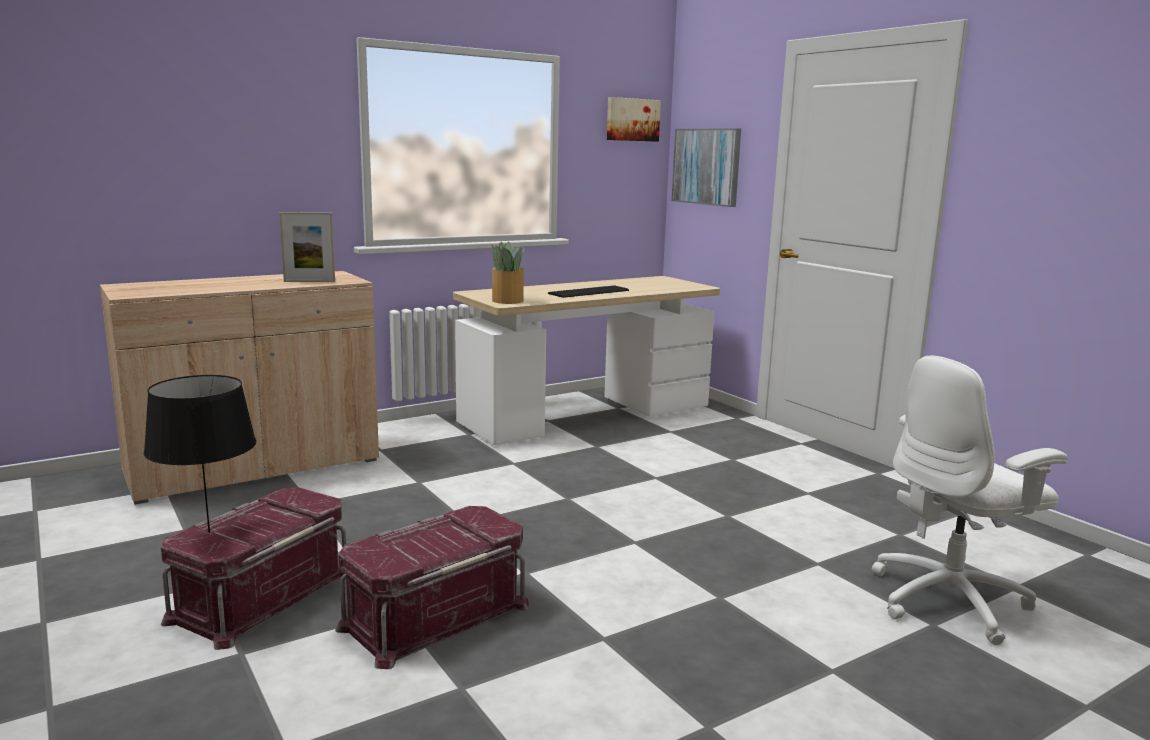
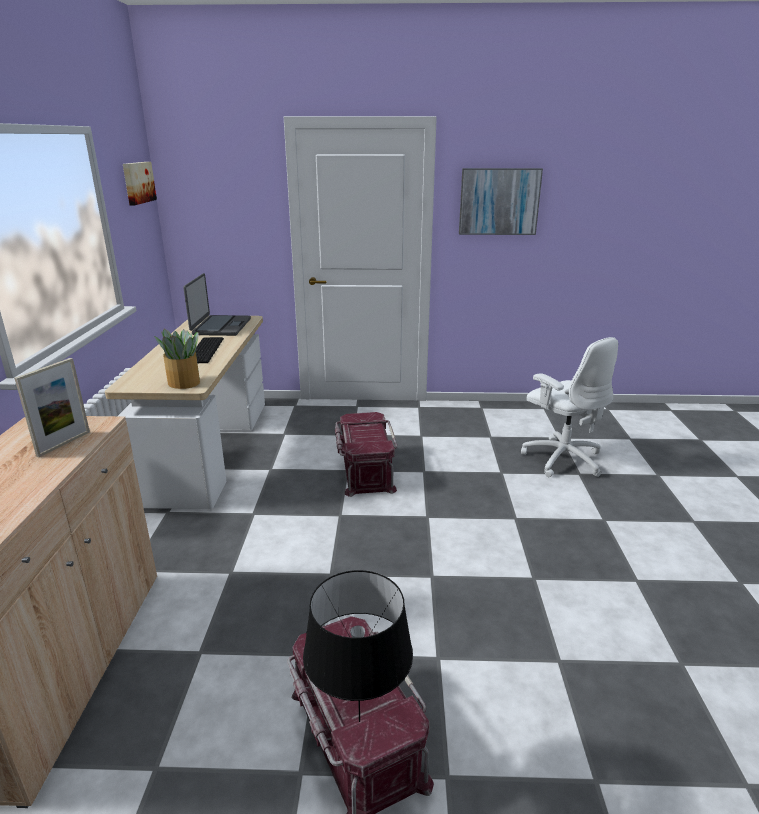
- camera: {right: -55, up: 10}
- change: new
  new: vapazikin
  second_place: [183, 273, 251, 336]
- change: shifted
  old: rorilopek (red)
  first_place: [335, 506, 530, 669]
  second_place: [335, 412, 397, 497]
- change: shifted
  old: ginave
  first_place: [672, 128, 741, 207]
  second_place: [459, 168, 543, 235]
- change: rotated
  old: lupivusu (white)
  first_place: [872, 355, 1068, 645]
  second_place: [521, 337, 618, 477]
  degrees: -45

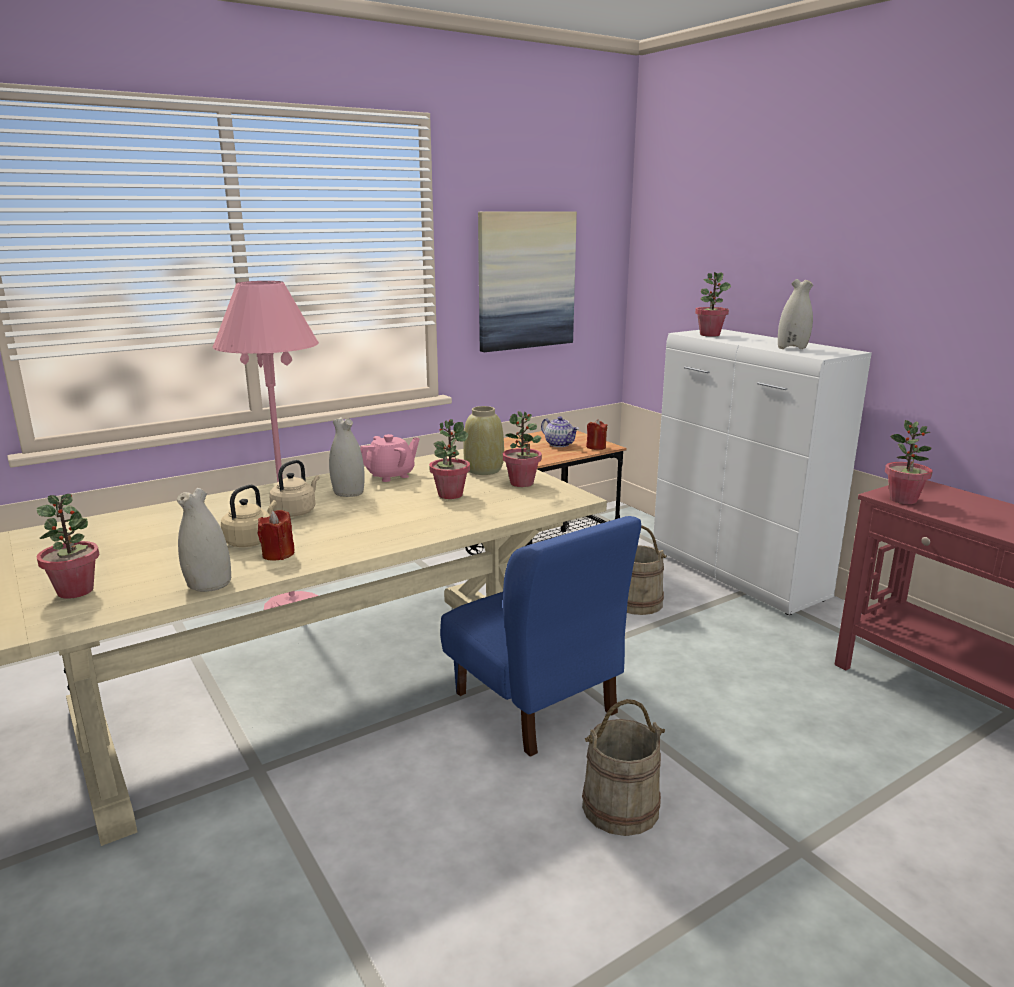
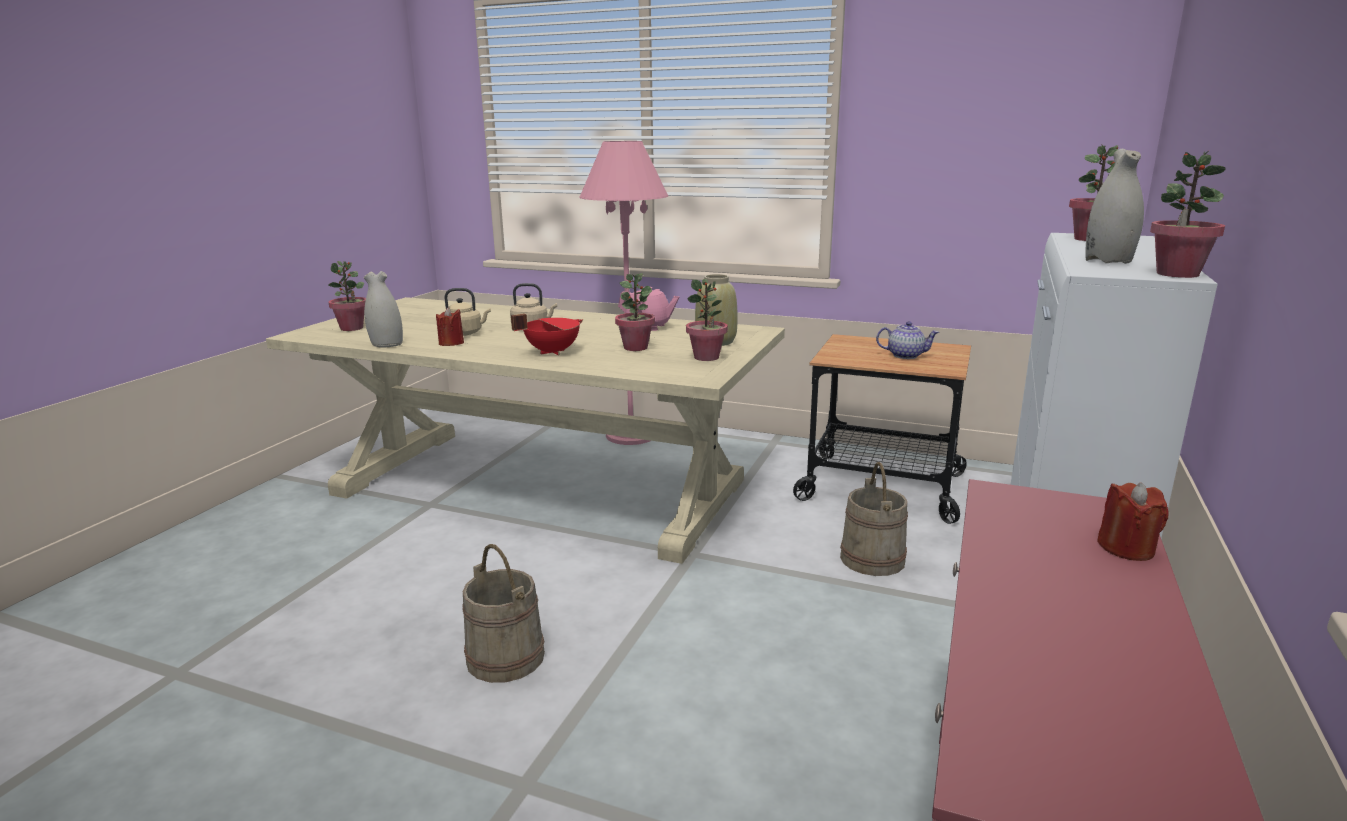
- camera: {right: 55, up: 0}
- change: new
  new: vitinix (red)
  second_place: [511, 314, 583, 355]
- change: rotated
  old: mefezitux
  first_place: [541, 416, 579, 447]
  second_place: [876, 321, 939, 359]
  degrees: -90
- change: shifted
  old: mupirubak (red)
  first_place: [586, 419, 607, 450]
  second_place: [1097, 483, 1169, 561]
- change: shifted
  old: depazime
  first_place: [885, 420, 933, 504]
  second_place: [1150, 151, 1225, 278]
- change: gone
  old: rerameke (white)
  first_place: [329, 417, 365, 497]
- change: gone
  old: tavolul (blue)
  first_place: [440, 516, 641, 757]
- change: gone
  old: ginave
  first_place: [478, 211, 577, 352]

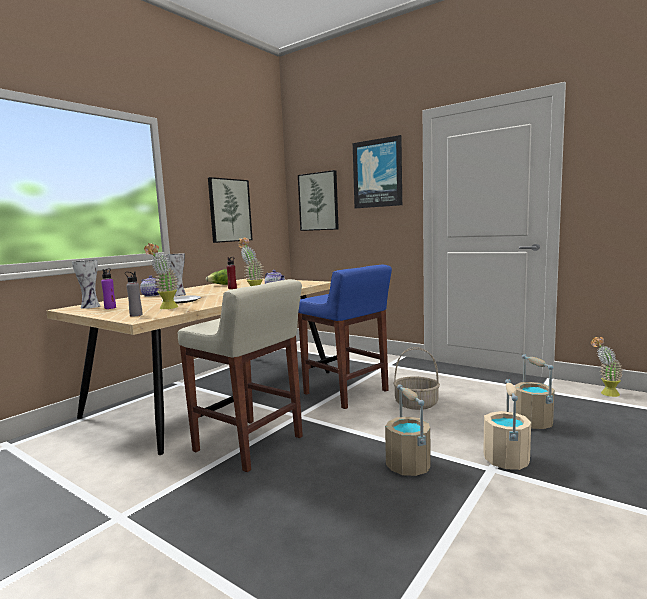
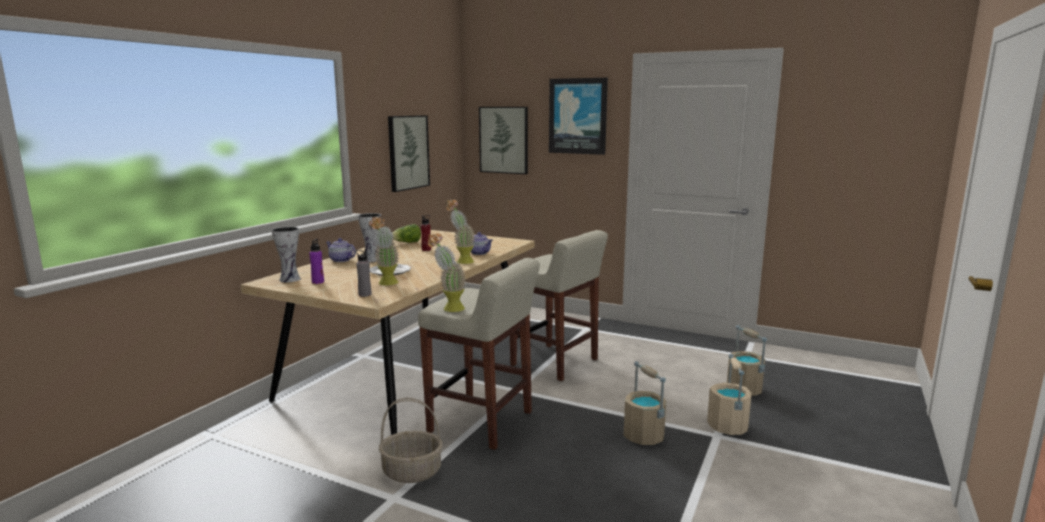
- camera: {right: -10, up: 5}
- change: shifted
  old: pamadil
  first_place: [393, 347, 440, 410]
  second_place: [379, 398, 442, 483]
- change: shifted
  old: depazime
  first_place: [591, 337, 623, 397]
  second_place: [428, 233, 465, 312]
- change: repainted
  old: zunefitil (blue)
  new: zunefitil (beige)
  first_place: [298, 265, 392, 409]
  second_place: [510, 230, 608, 381]

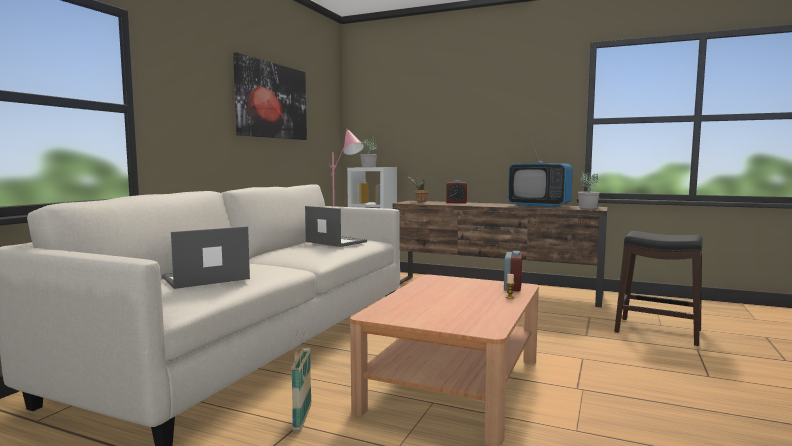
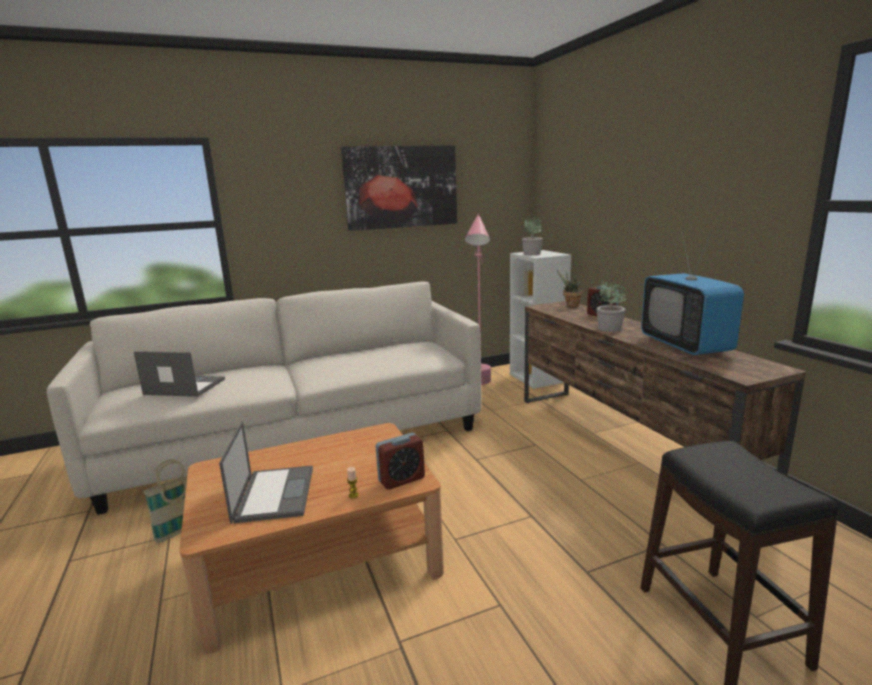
- camera: {right: 45, up: 10}
- change: shifted
  old: vapazikin
  first_place: [305, 206, 367, 247]
  second_place: [219, 422, 313, 524]
- change: shifted
  old: depazime
  first_place: [578, 172, 600, 209]
  second_place: [597, 280, 626, 332]

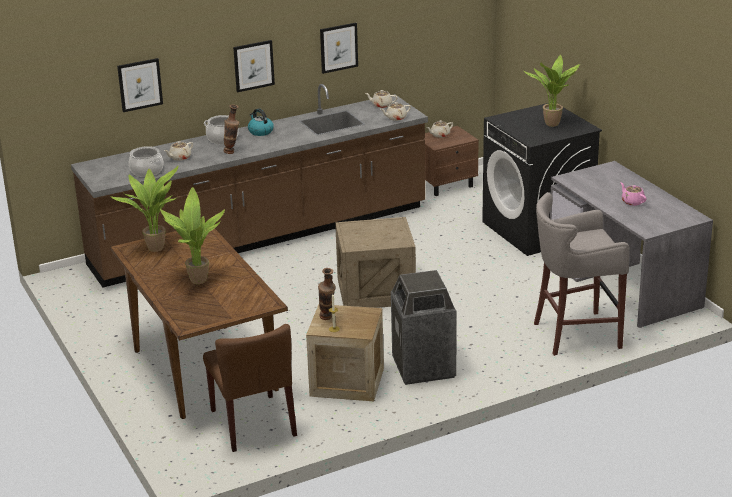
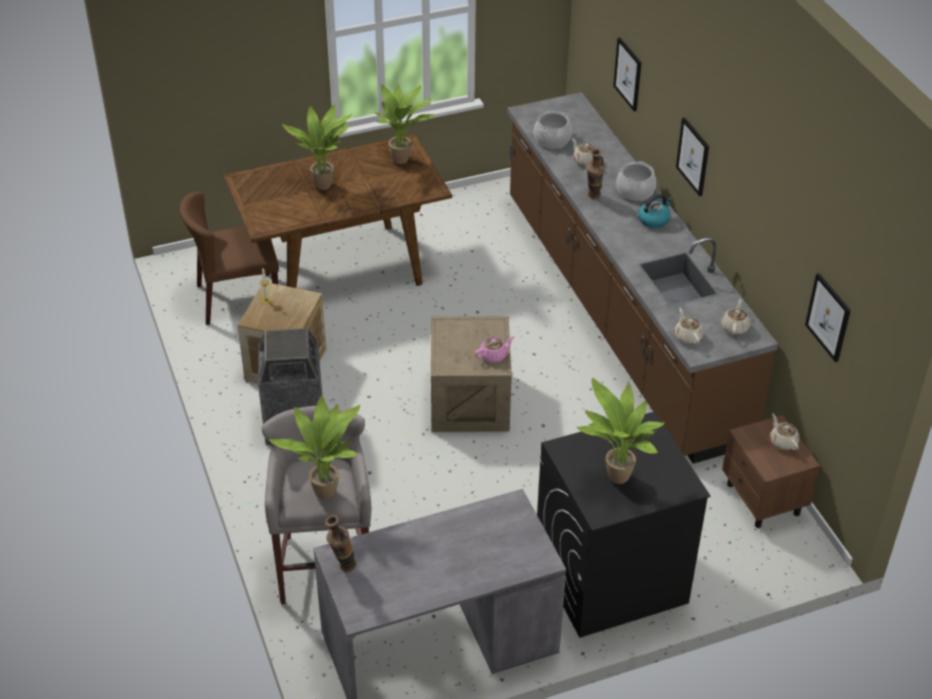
- camera: {right: 95, up: 15}
- change: new
  new: depazime
  second_place: [269, 396, 360, 500]
- change: shifted
  old: rerameke
  first_place: [318, 268, 336, 320]
  second_place: [325, 515, 356, 572]
- change: shifted
  old: mefezitux (pink)
  first_place: [620, 182, 647, 206]
  second_place: [475, 336, 515, 363]
- change: shifted
  old: ginave
  first_place: [320, 23, 358, 74]
  second_place: [805, 273, 851, 362]

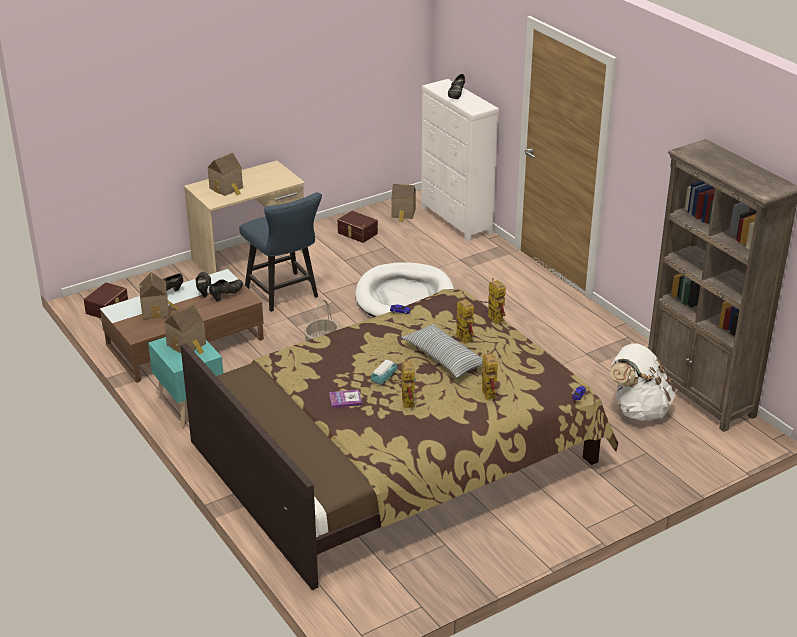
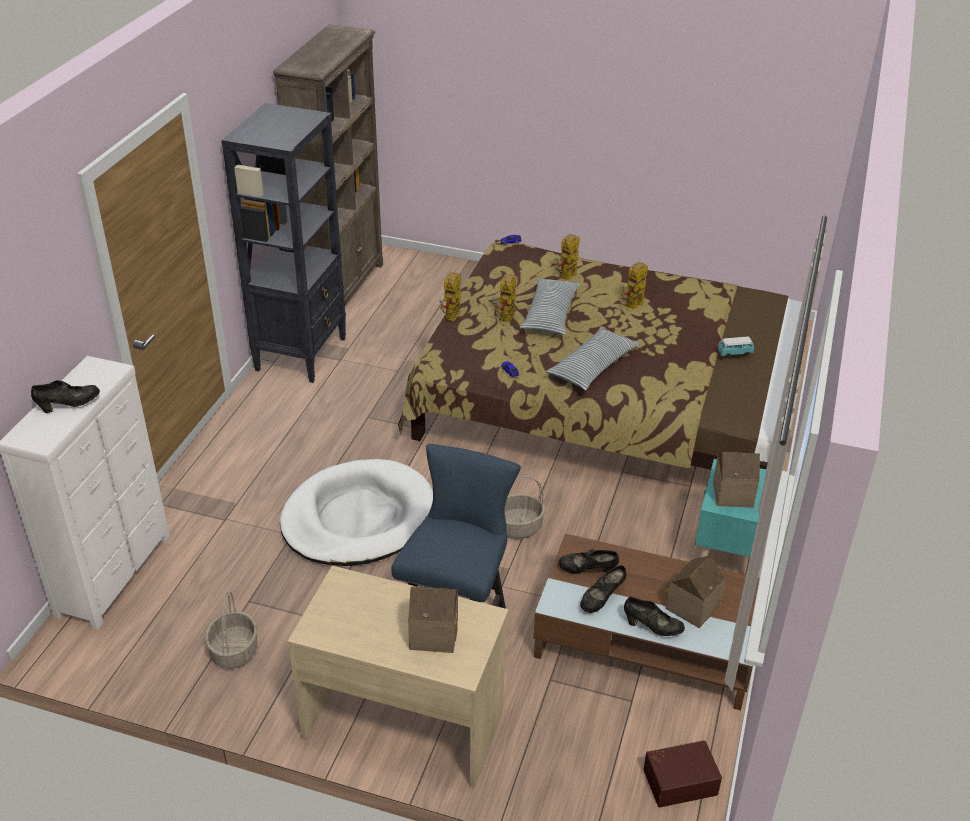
- camera: {right: -130, up: 5}
- change: swapped
  old: rorilopek (brown)
  new: pamadil
  first_place: [337, 211, 378, 243]
  second_place: [205, 592, 257, 669]
- change: new
  new: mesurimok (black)
  second_place: [221, 103, 346, 383]
- change: new
  new: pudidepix
  second_place: [546, 327, 640, 390]
- change: shifted
  old: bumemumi
  first_place: [371, 359, 398, 385]
  second_place: [717, 336, 754, 357]
- change: gone
  old: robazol
  first_place: [329, 390, 362, 408]
- change: gone
  old: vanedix
  first_place: [391, 184, 416, 222]
- change: gone
  old: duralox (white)
  first_place: [609, 342, 676, 421]

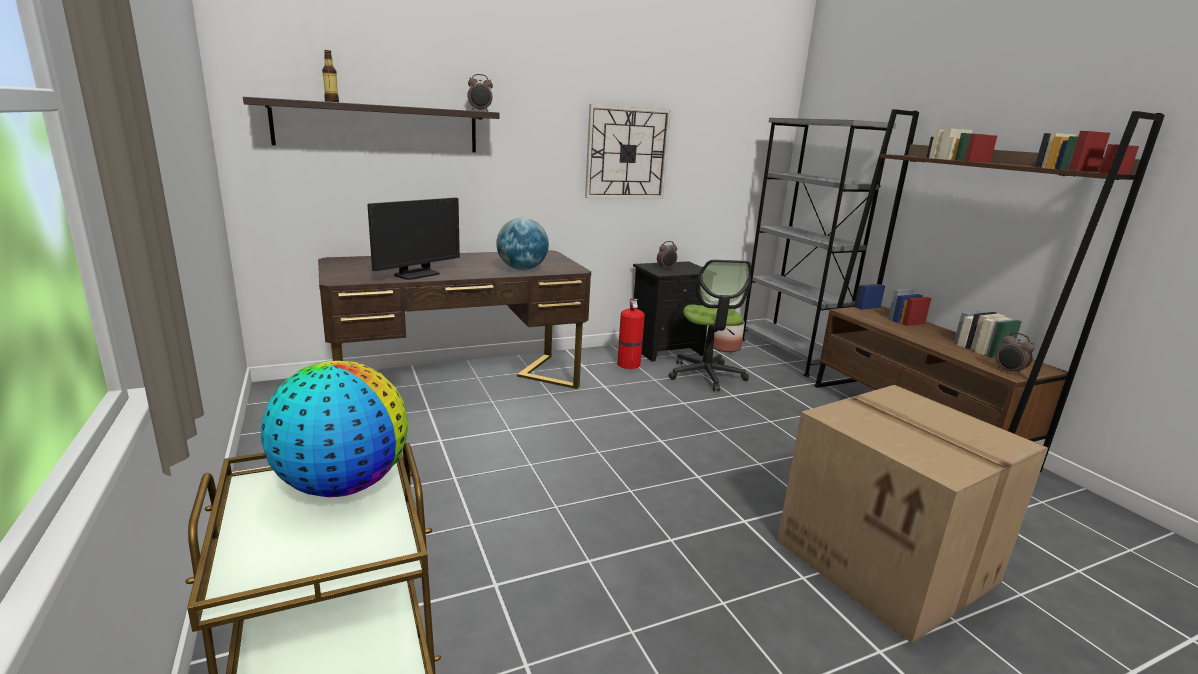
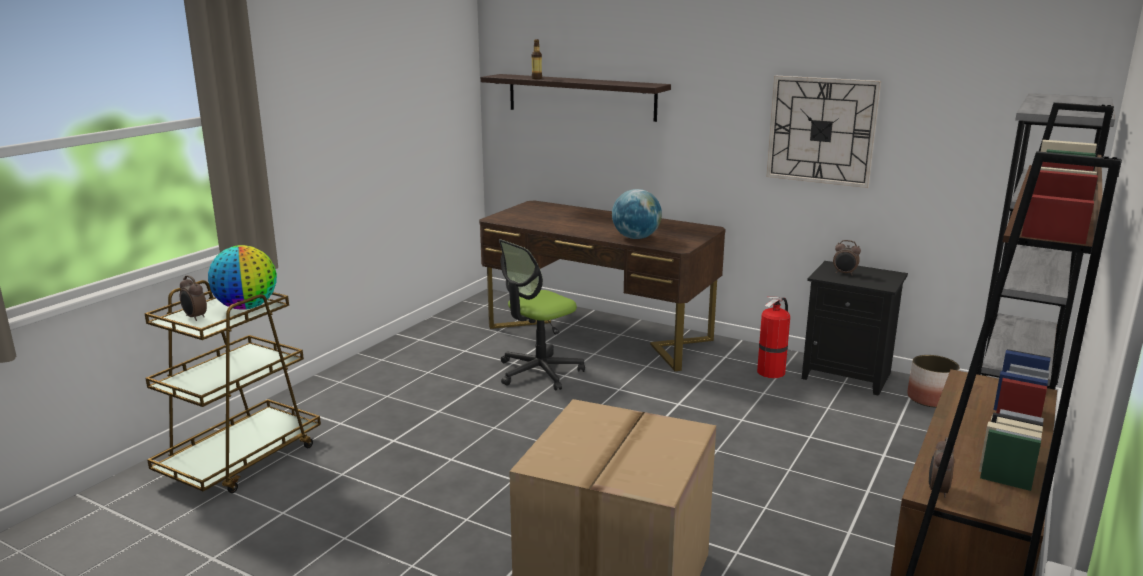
- camera: {right: 55, up: 0}
- change: shifted
  old: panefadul
  first_place: [467, 74, 493, 111]
  second_place: [180, 275, 207, 321]
- change: shifted
  old: lupivusu
  first_place: [668, 260, 751, 391]
  second_place: [499, 239, 585, 391]
- change: gone
  old: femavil
  first_place: [368, 197, 460, 280]

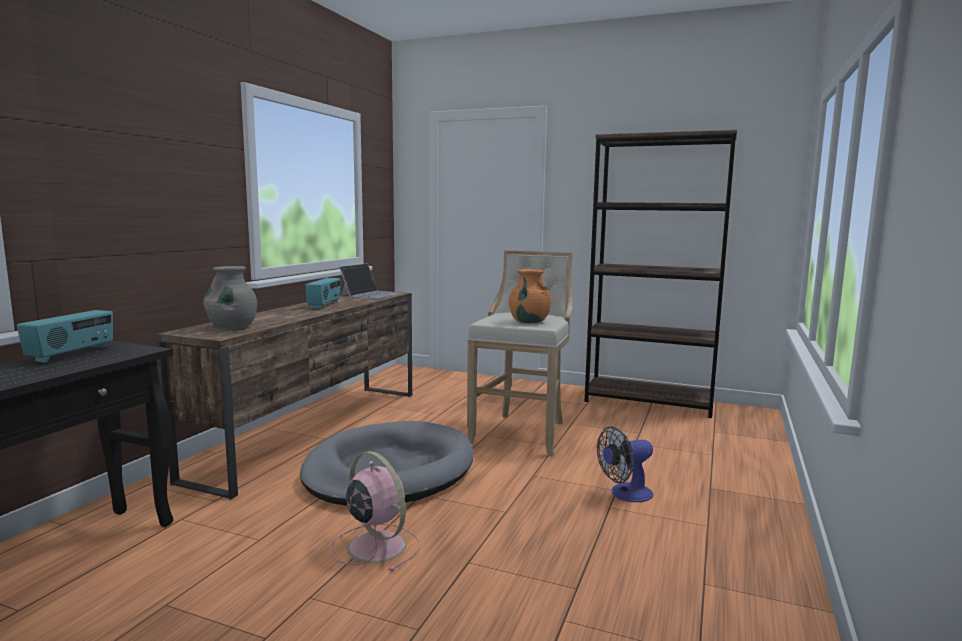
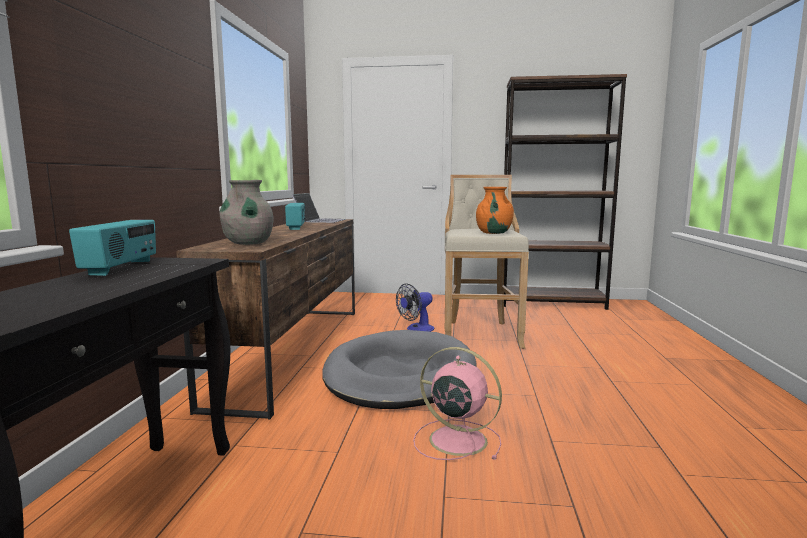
- camera: {right: -15, up: 0}
- change: shifted
  old: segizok
  first_place: [597, 426, 653, 502]
  second_place: [396, 283, 434, 332]

